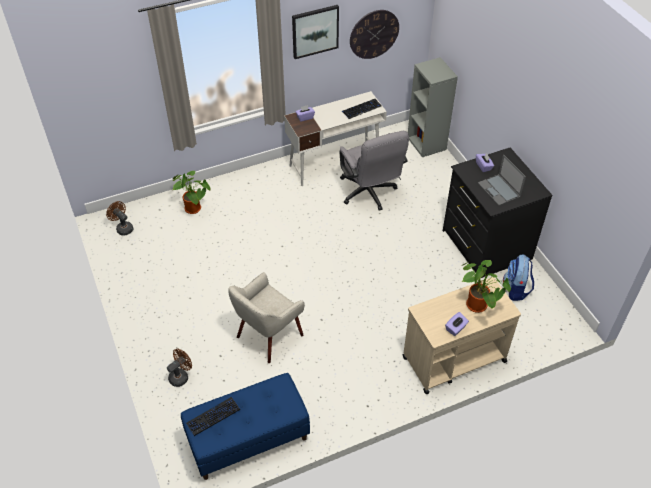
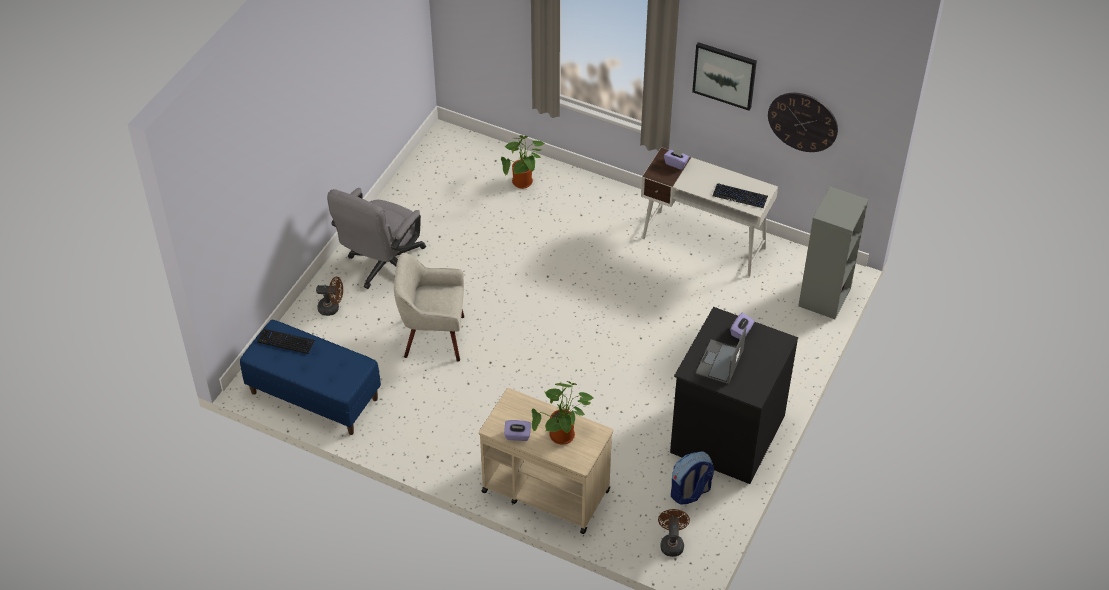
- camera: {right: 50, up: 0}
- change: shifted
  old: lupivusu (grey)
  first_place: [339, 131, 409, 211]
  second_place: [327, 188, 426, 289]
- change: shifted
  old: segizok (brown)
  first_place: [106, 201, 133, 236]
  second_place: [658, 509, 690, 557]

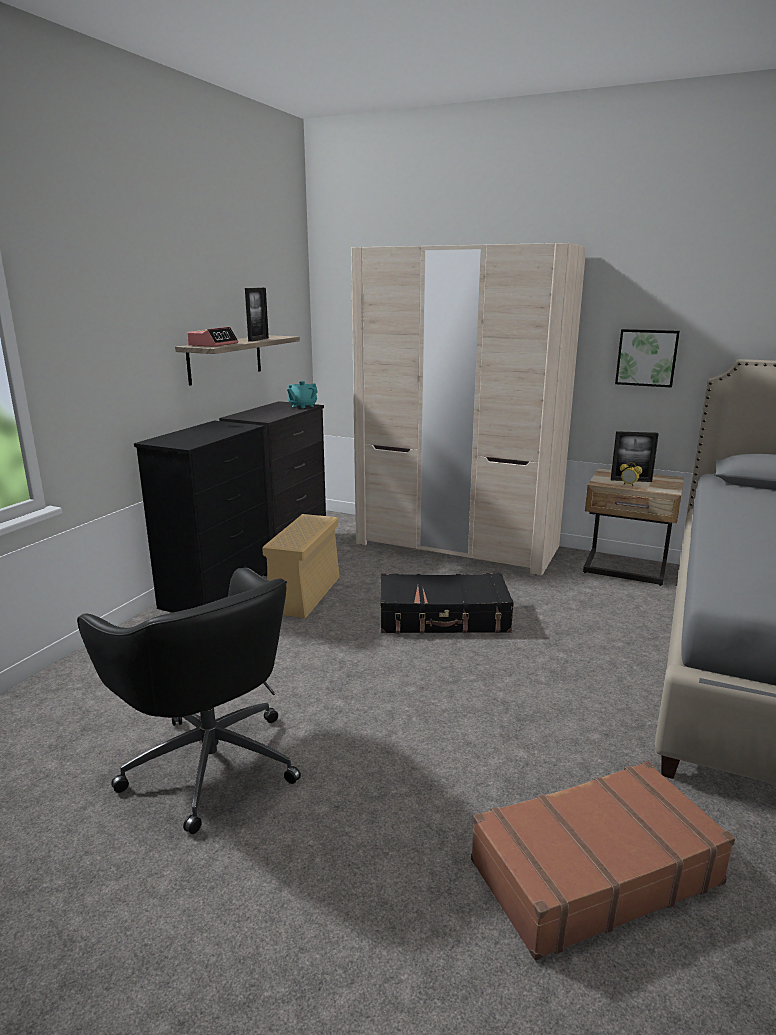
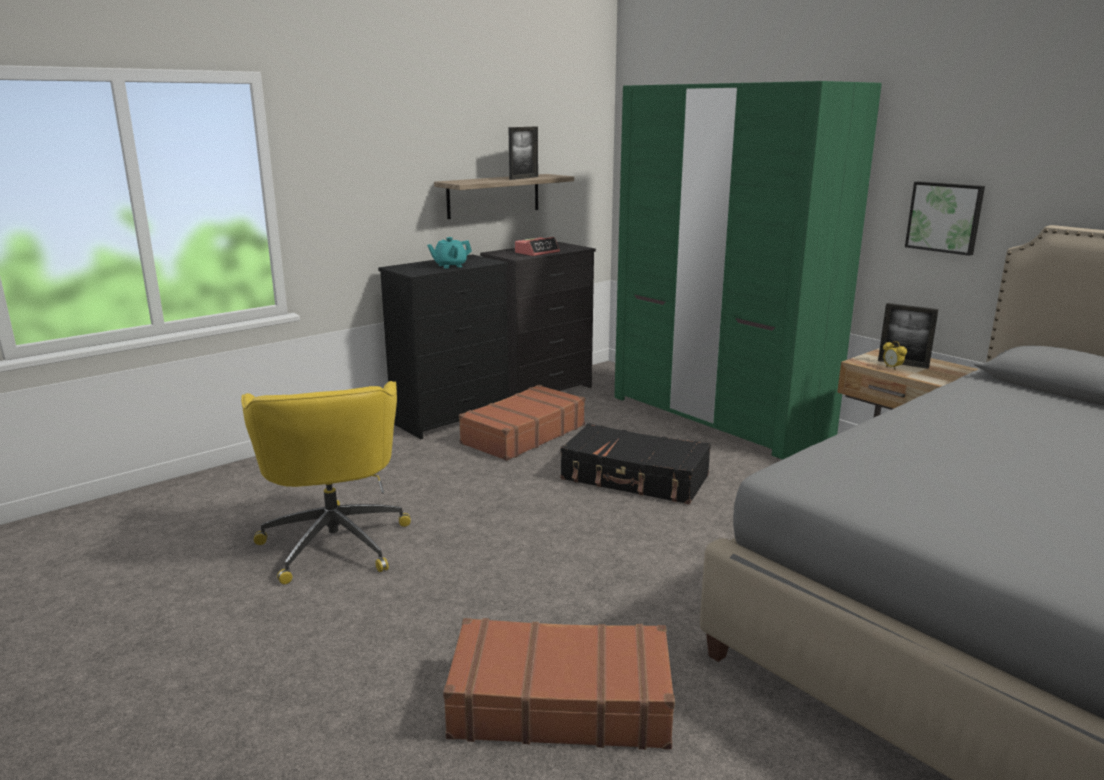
- camera: {right: 25, up: 0}
- change: repainted
  old: lupivusu (black)
  new: lupivusu (yellow)
  first_place: [77, 568, 301, 834]
  second_place: [241, 381, 411, 584]
- change: shifted
  old: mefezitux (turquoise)
  first_place: [287, 381, 318, 408]
  second_place: [427, 237, 472, 269]
- change: swapped
  old: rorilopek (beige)
  new: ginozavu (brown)
  first_place: [262, 514, 340, 618]
  second_place: [459, 385, 585, 461]
- change: shifted
  old: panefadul
  first_place: [187, 327, 238, 347]
  second_place: [515, 237, 560, 256]
- change: repainted
  old: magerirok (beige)
  new: magerirok (green)
  first_place: [351, 243, 586, 575]
  second_place: [614, 81, 882, 460]

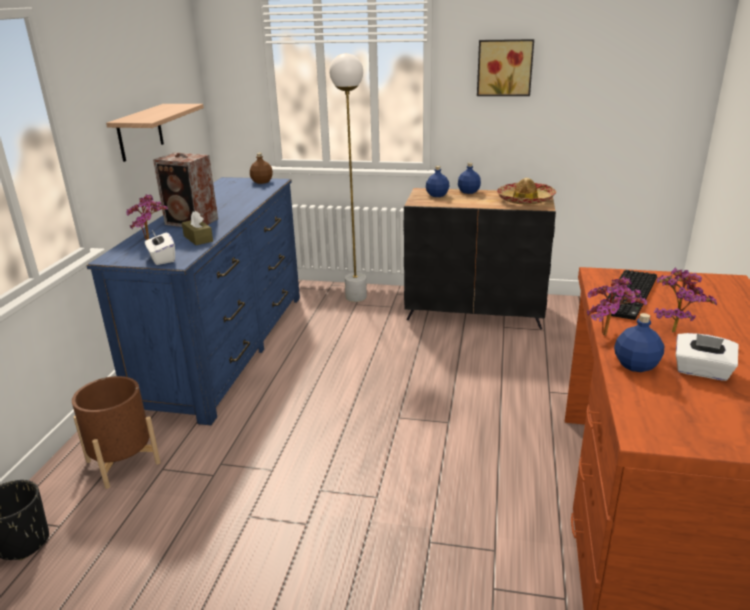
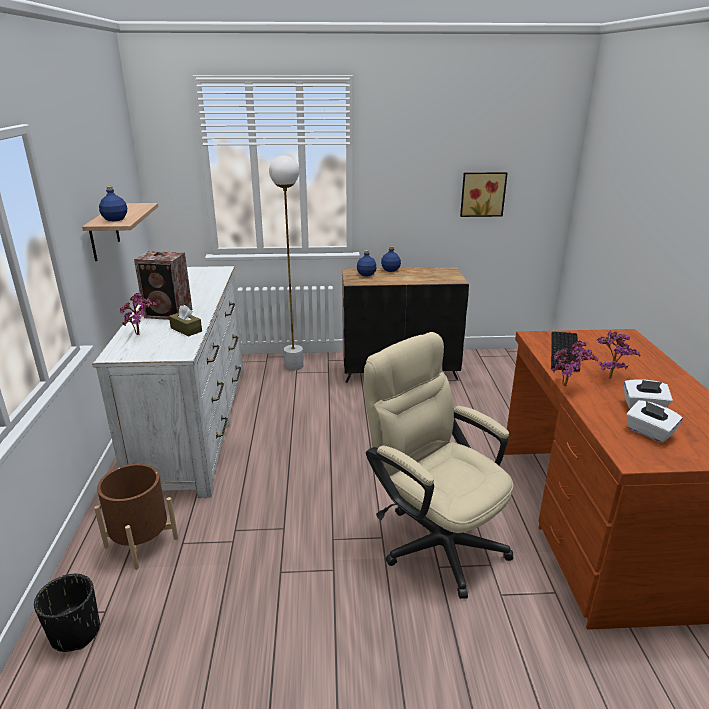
- camera: {right: -15, up: 0}
- change: repainted
  old: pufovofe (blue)
  new: pufovofe (white)
  first_place: [86, 177, 300, 426]
  second_place: [92, 266, 243, 498]
- change: shifted
  old: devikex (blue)
  first_place: [614, 313, 664, 372]
  second_place: [99, 186, 127, 221]
- change: new
  new: lupivusu (beige)
  second_place: [364, 332, 514, 599]
- change: shifted
  old: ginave
  first_place: [477, 39, 534, 96]
  second_place: [460, 172, 508, 217]
- change: shifted
  old: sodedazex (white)
  first_place: [145, 230, 175, 265]
  second_place: [626, 400, 683, 443]
- change: gone
  old: devikex (brown)
  first_place: [250, 153, 273, 184]
- change: gone
  old: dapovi
  first_place: [497, 178, 556, 204]

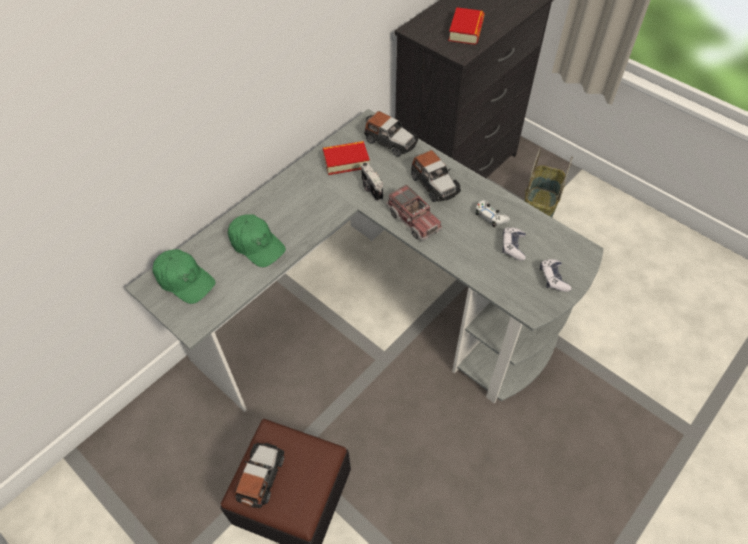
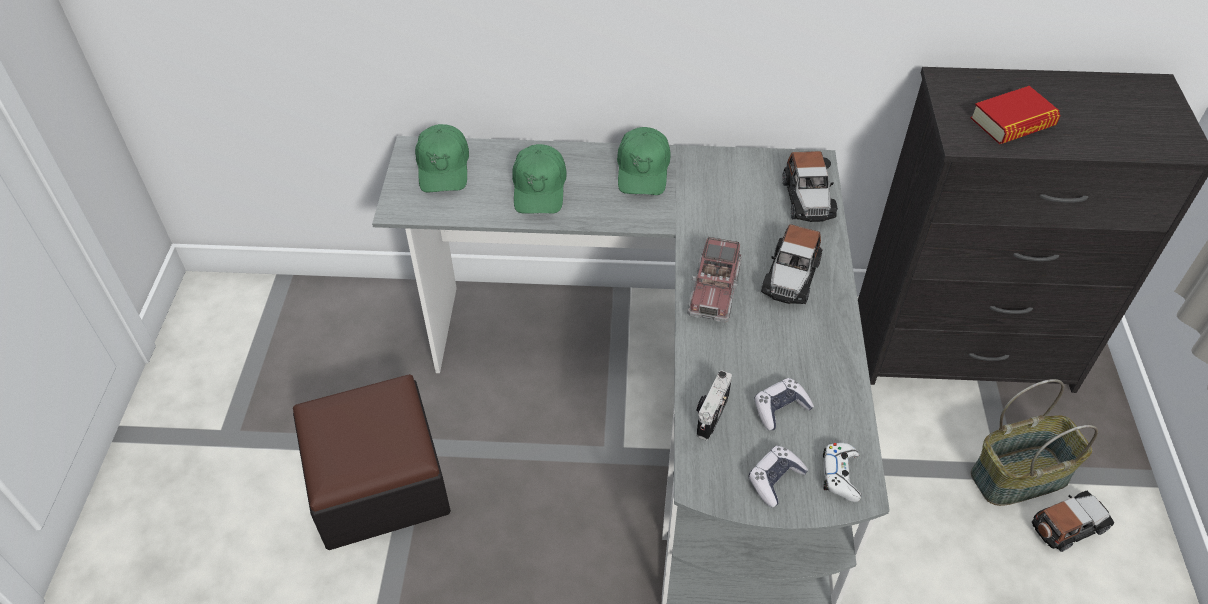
- camera: {right: 50, up: -5}
- change: new
  new: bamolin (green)
  second_place: [617, 127, 671, 195]
- change: shifted
  old: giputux
  first_place: [361, 162, 383, 202]
  second_place: [696, 371, 732, 441]
- change: shifted
  old: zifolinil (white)
  first_place: [476, 200, 510, 227]
  second_place: [823, 443, 861, 502]
- change: shifted
  old: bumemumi
  first_place: [235, 443, 284, 509]
  second_place: [1032, 491, 1114, 552]
- change: gone
  old: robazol
  first_place: [323, 141, 370, 175]

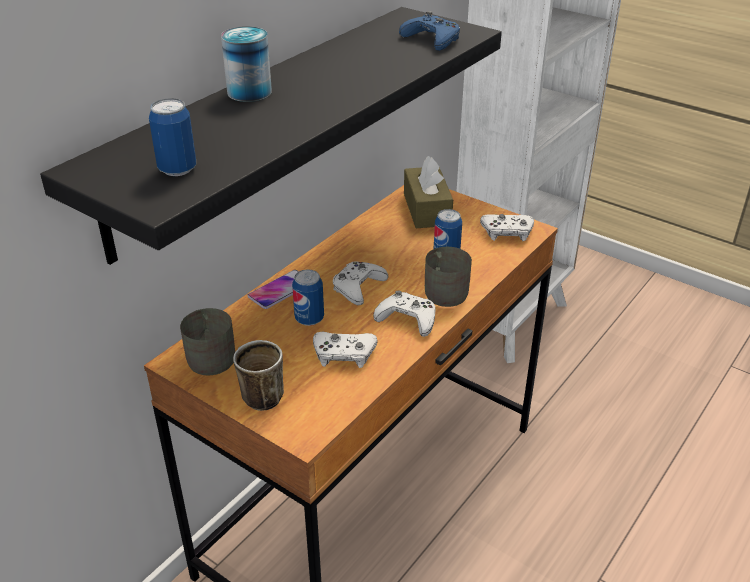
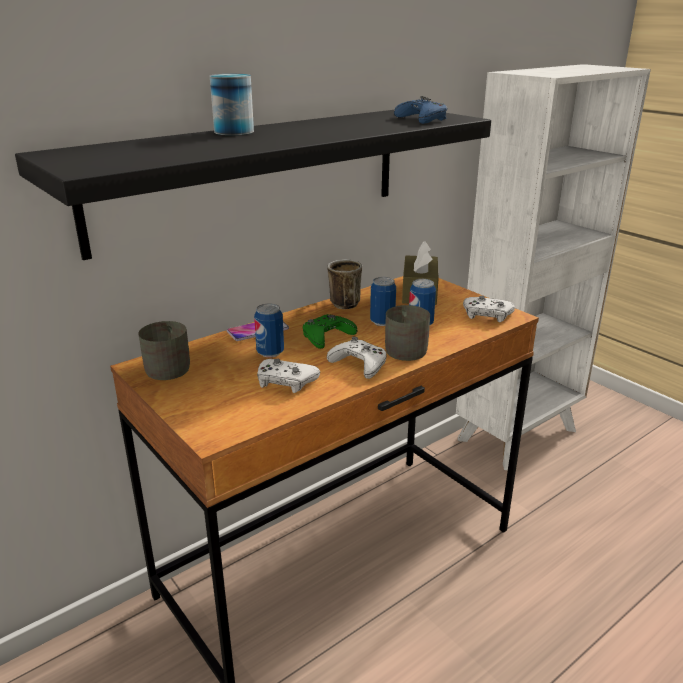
- camera: {right: 15, up: -10}
- change: repainted
  old: zifolinil (white)
  new: zifolinil (green)
  first_place: [333, 261, 388, 305]
  second_place: [303, 314, 357, 349]
- change: shifted
  old: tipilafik
  first_place: [233, 340, 284, 411]
  second_place: [327, 259, 362, 309]
- change: shifted
  old: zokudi
  first_place: [149, 98, 196, 176]
  second_place: [370, 277, 396, 326]

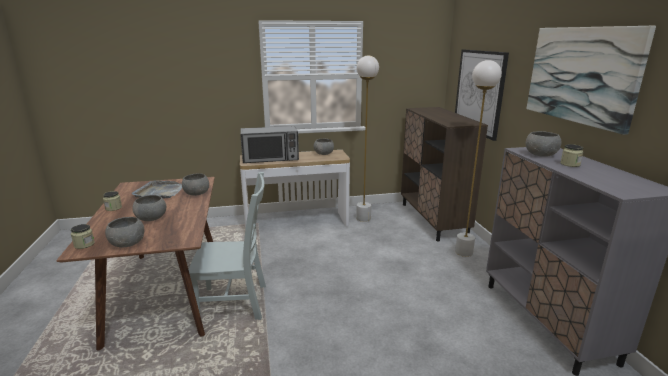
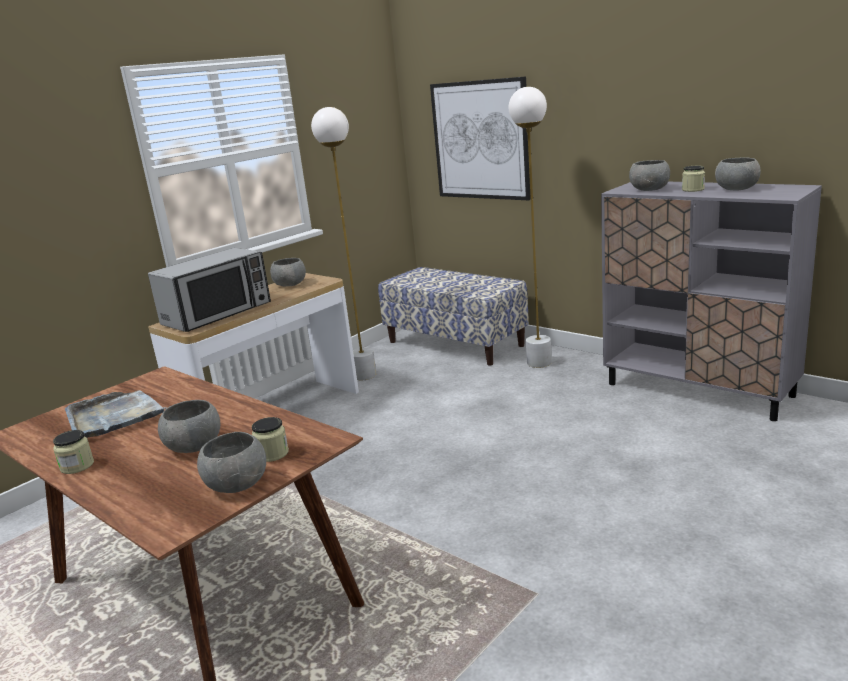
- camera: {right: -35, up: 0}
- change: shifted
  old: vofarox
  first_place: [71, 224, 95, 249]
  second_place: [252, 417, 289, 462]
- change: swapped
  old: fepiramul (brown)
  new: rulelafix
  first_place: [401, 107, 488, 242]
  second_place: [378, 267, 529, 366]
- change: shifted
  old: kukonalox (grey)
  first_place: [182, 173, 209, 196]
  second_place: [715, 157, 761, 191]
- change: gone
  old: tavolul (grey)
  first_place: [188, 172, 266, 320]
- change: gone
  old: ginave
  first_place: [526, 26, 656, 135]

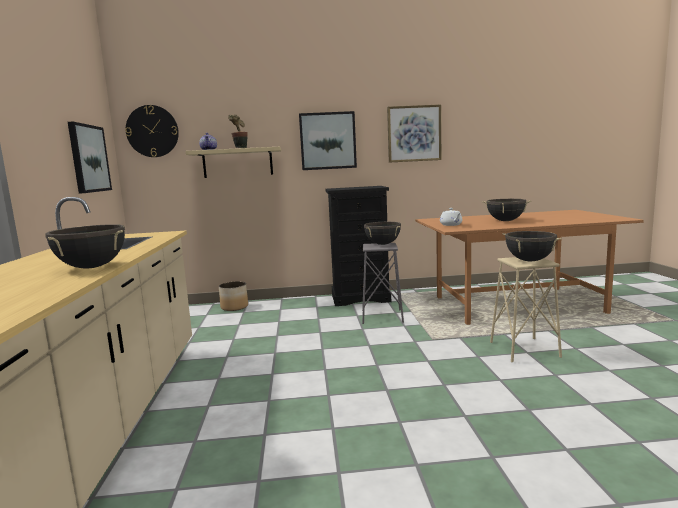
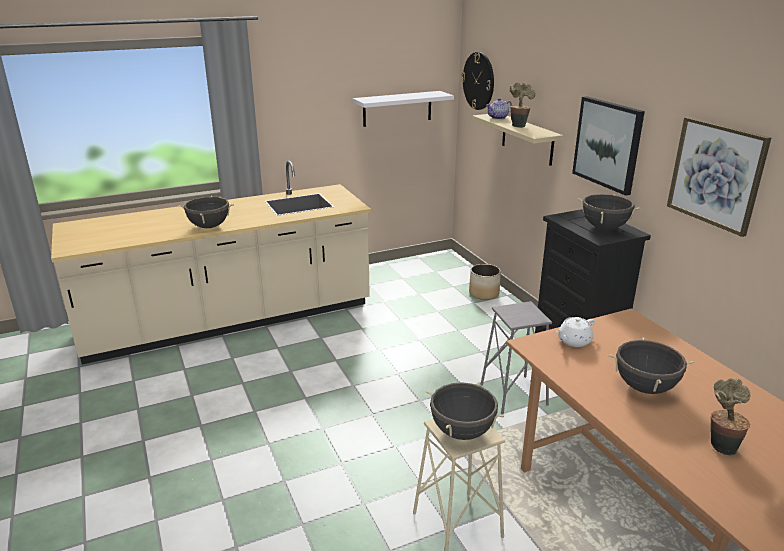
- camera: {right: 70, up: 15}
- change: swapped
  old: ginave
  new: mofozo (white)
  first_place: [68, 122, 112, 194]
  second_place: [353, 91, 454, 127]
- change: shifted
  old: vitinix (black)
  first_place: [364, 222, 401, 245]
  second_place: [577, 194, 641, 230]
- change: new
  new: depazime
  second_place: [711, 378, 750, 455]

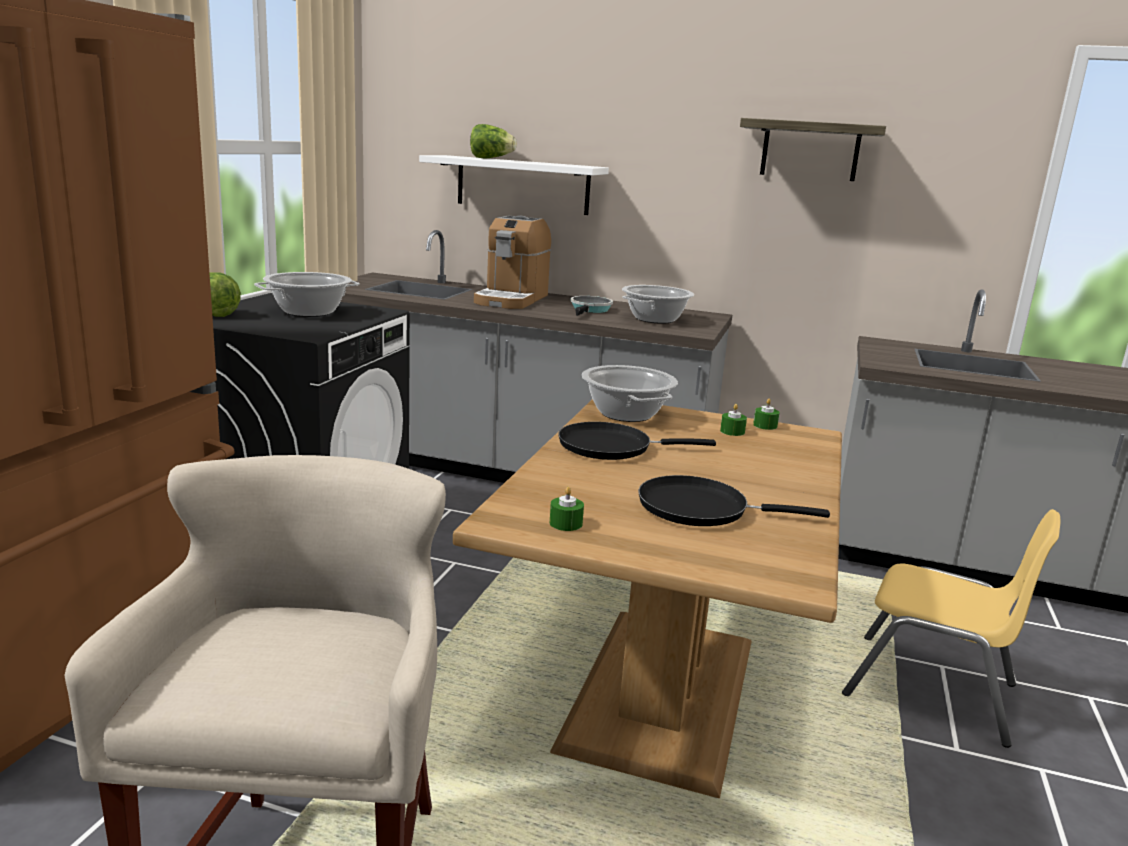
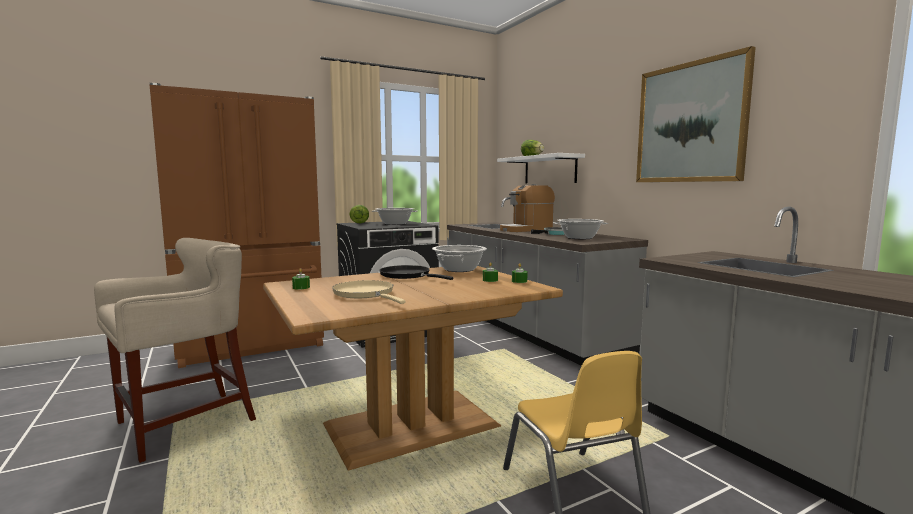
- camera: {right: 45, up: -10}
- change: repainted
  old: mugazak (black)
  new: mugazak (beige)
  first_place: [638, 475, 830, 526]
  second_place: [332, 280, 406, 304]
- change: swapped
  old: mofozo
  new: ginave
  first_place: [740, 118, 886, 181]
  second_place: [636, 46, 756, 182]

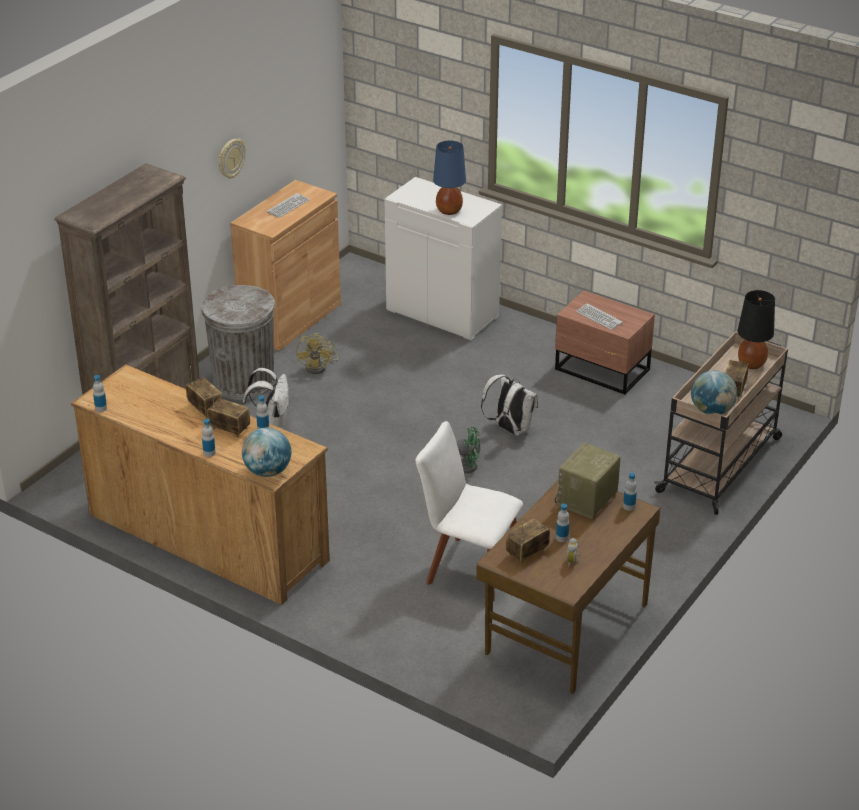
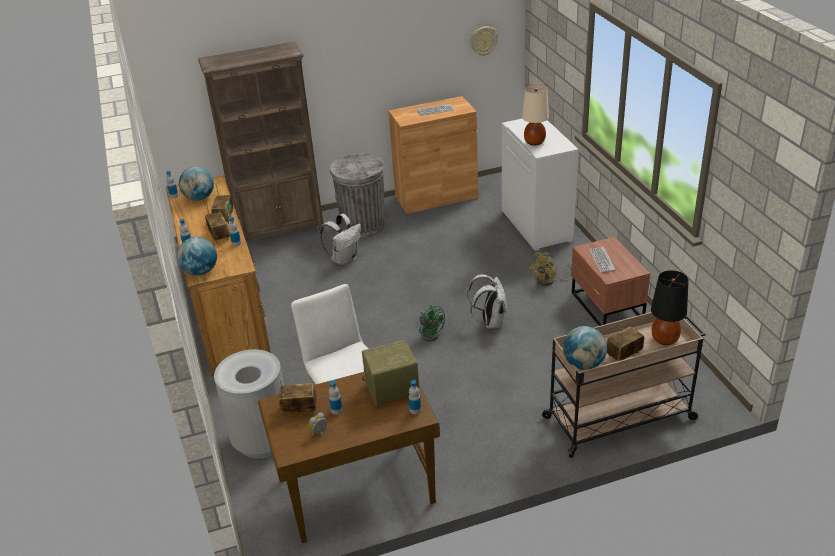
- camera: {right: 40, up: 0}
- change: new
  new: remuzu
  second_place: [179, 166, 214, 201]
- change: new
  new: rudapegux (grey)
  second_place: [214, 349, 284, 458]
- change: shifted
  old: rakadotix
  first_place: [218, 138, 246, 178]
  second_place: [470, 26, 498, 56]
- change: repainted
  old: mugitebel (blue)
  new: mugitebel (beige)
  first_place: [433, 141, 466, 215]
  second_place: [522, 84, 549, 146]
- change: shifted
  old: segizok (yellow)
  first_place: [296, 333, 338, 374]
  second_place: [529, 252, 572, 286]

